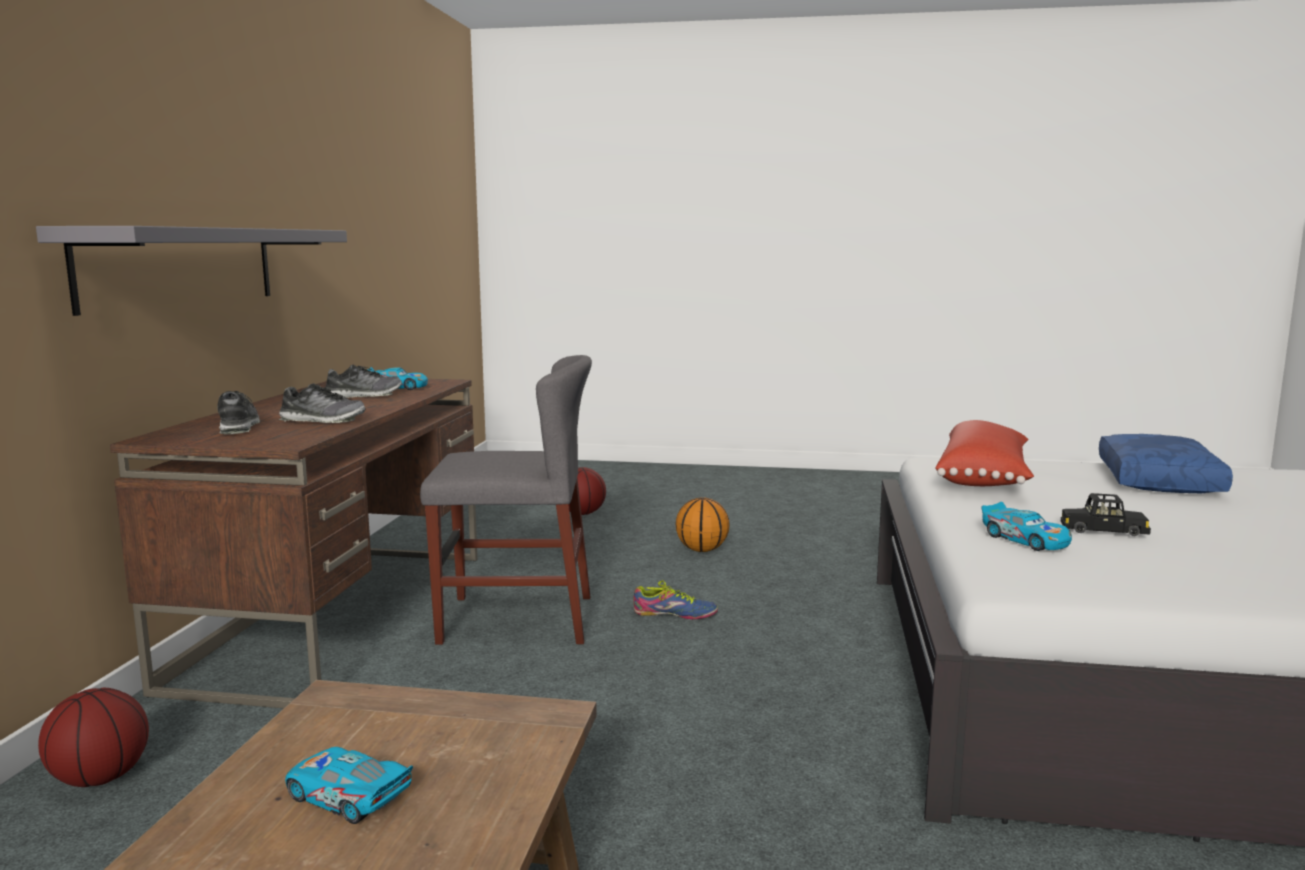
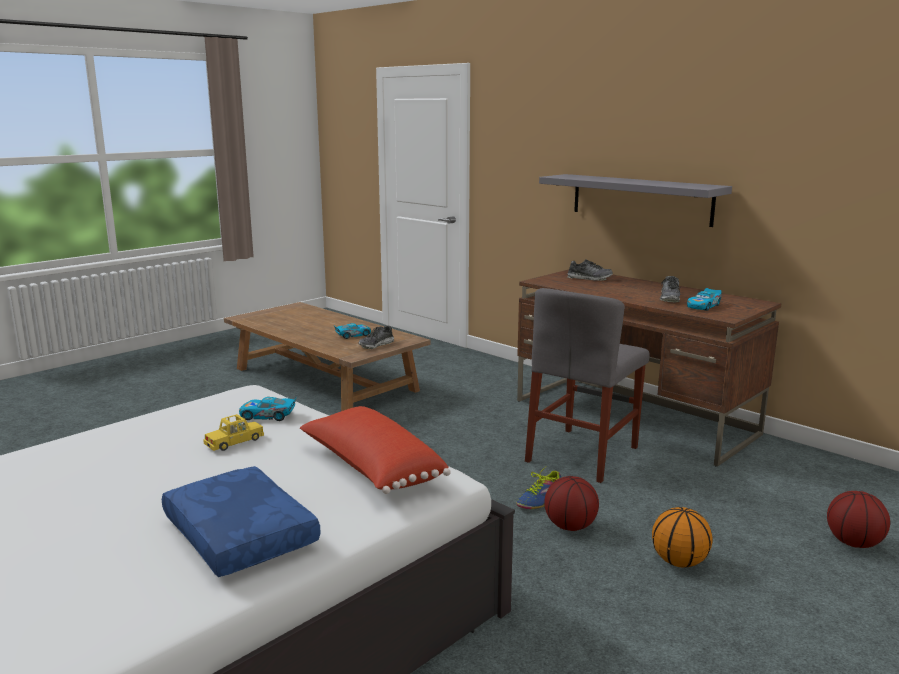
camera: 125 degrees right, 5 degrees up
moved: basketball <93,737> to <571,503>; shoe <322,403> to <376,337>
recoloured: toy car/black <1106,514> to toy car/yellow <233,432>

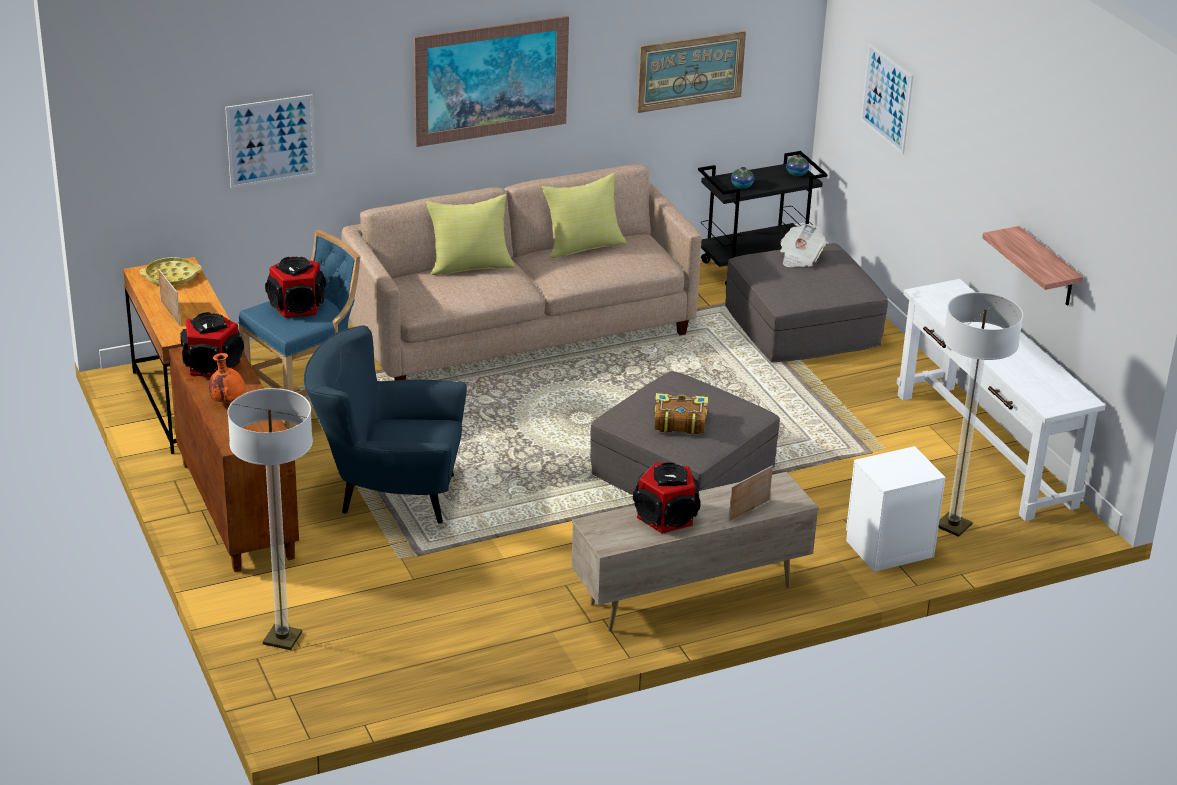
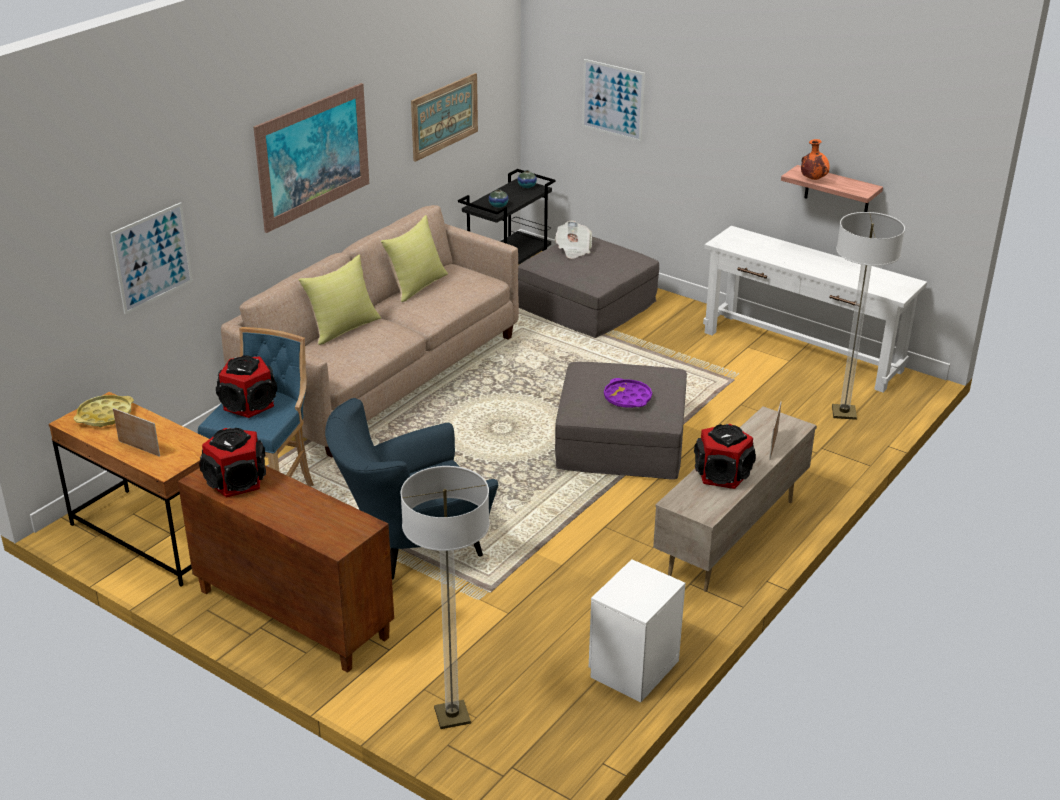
camera: 30 degrees left, 0 degrees up
moved: vase/orange <227,378> to <815,159>; nightstand/white <896,509> to <637,631>
replaced: book <681,413> to tray/purple <628,393>

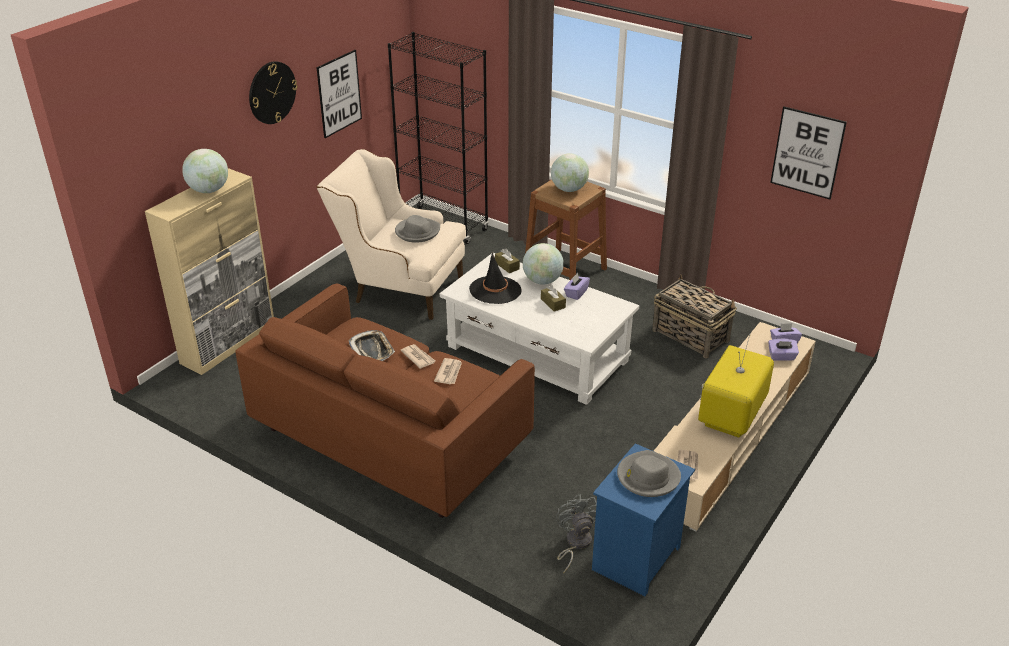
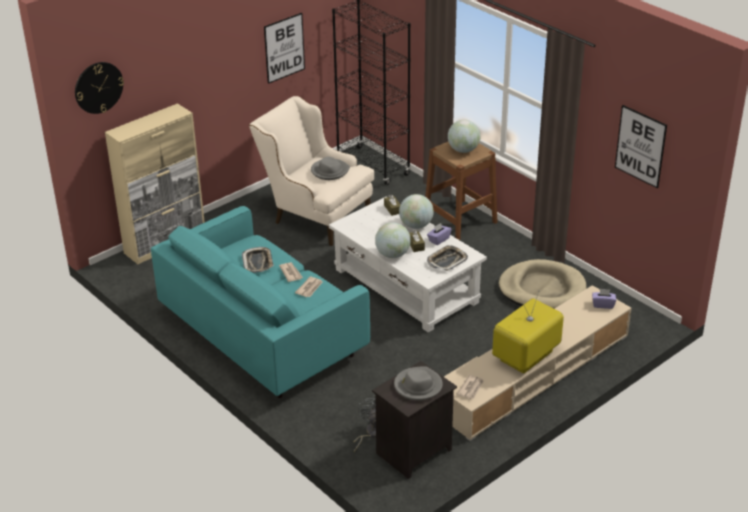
camera: 15 degrees right, 0 degrees up
removed: hat/black <495,278>; tissue box/purple <783,350>
added: tray <447,258>
moved: globe <205,171> to <393,240>; wall clock <273,92> to <99,88>
replaced: basket <694,316> to dog bed/beige <543,284>
recoloured: sofa/brown <385,400> to sofa/turquoise <260,302>; nightstand/blue <643,519> to nightstand/black <414,420>

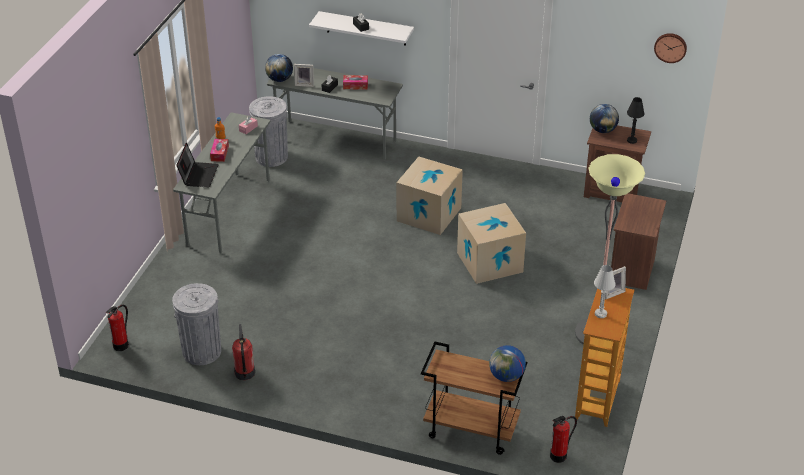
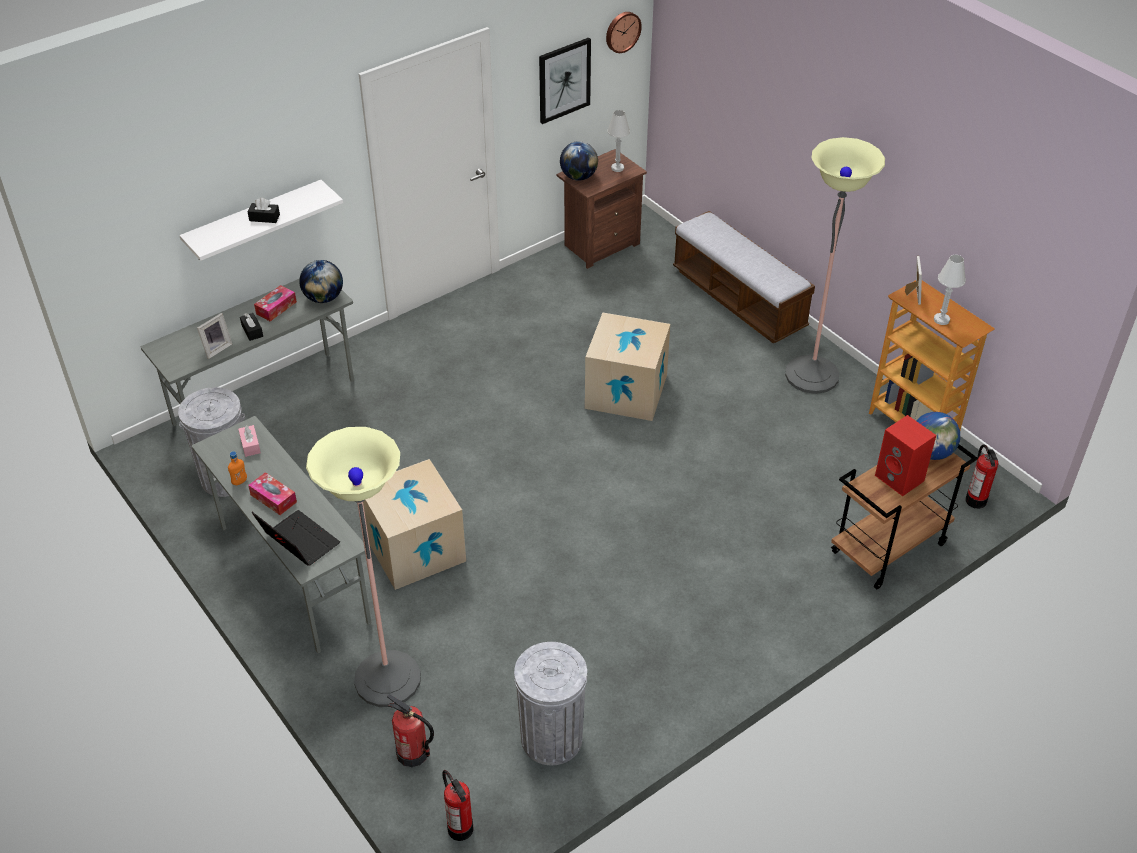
camera: 55 degrees left, 5 degrees up
added: floor lamp <363,567>; picture <565,81>; speaker/red <905,455>
moved: fire extinguisher <243,352> to <410,730>; globe <279,68> to <321,281>; cardboard box <430,196> to <414,524>
replaced: nightstand/brown <638,241> to bench <744,277>
recoloured: table lamp/black <636,120> to table lamp/white <618,141>

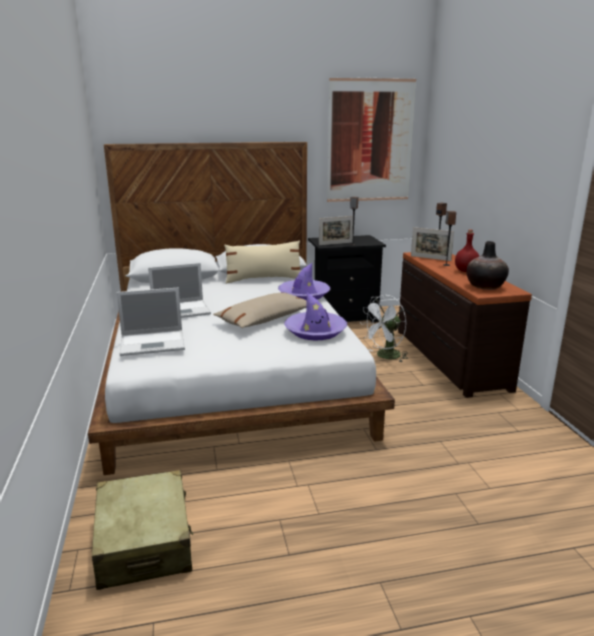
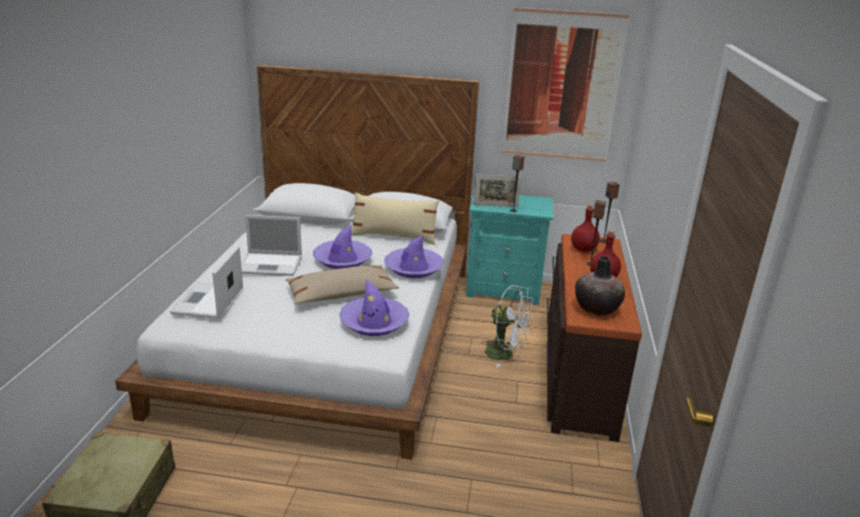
camera: 20 degrees right, 5 degrees up
added: hat/purple <342,247>
replaced: picture frame <432,244> to bottle/red <585,228>
recoloured: nightstand/black <347,279> to nightstand/turquoise <509,248>
turned: laptop <150,322> = <206,282> 90 degrees clockwise; fan/white <384,328> = <508,326> 135 degrees counterclockwise

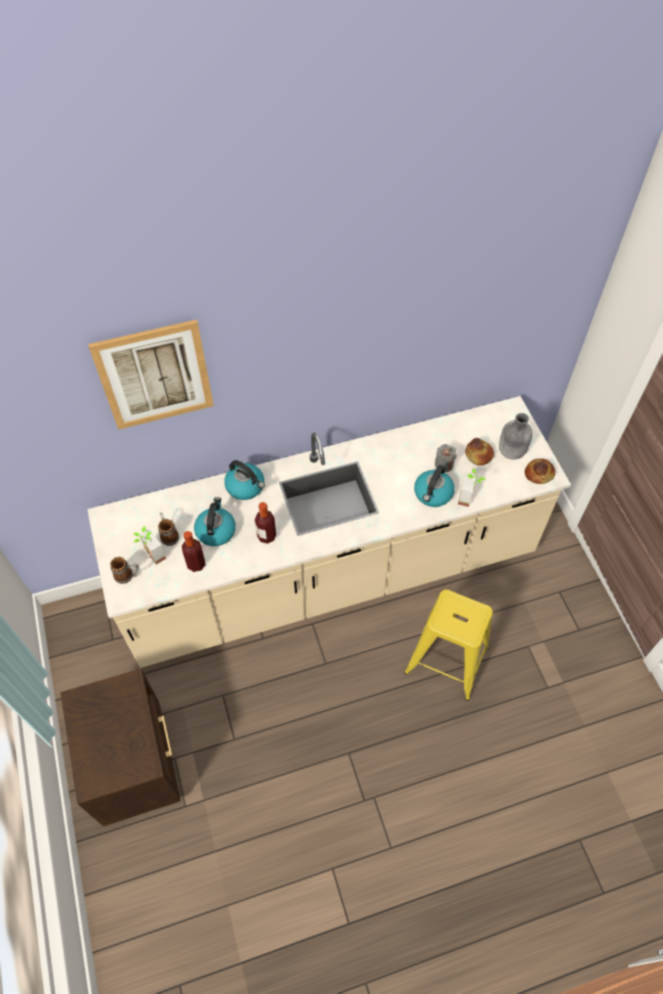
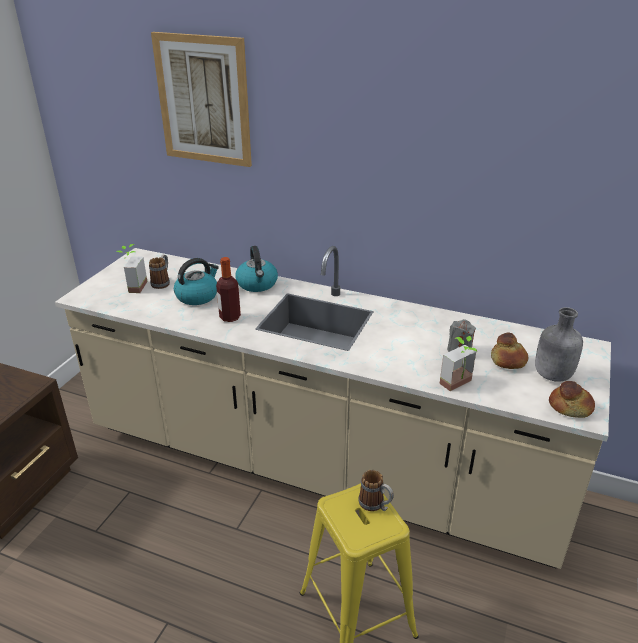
camera: 40 degrees right, 25 degrees down
removed: bottle <194,551>; kettle <434,486>
moved: mug <124,570> to <376,490>

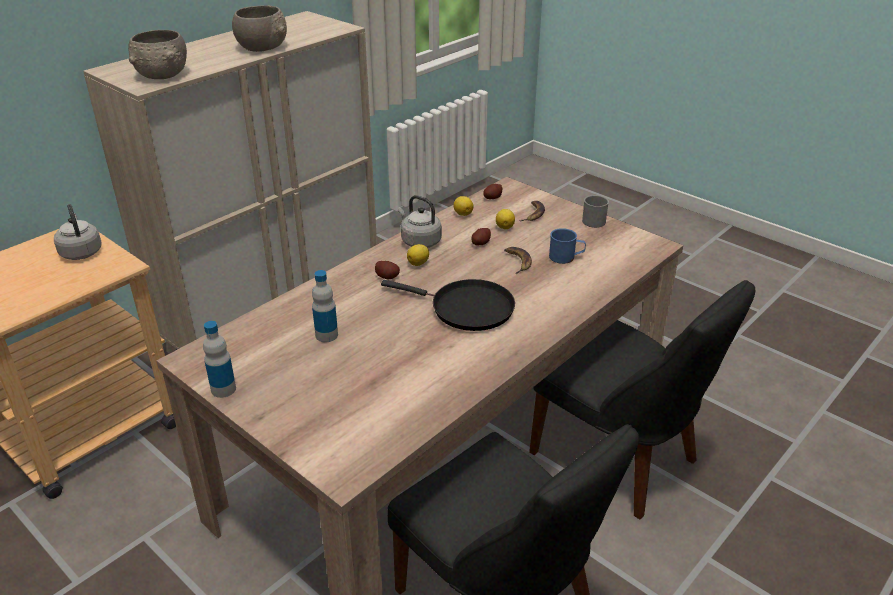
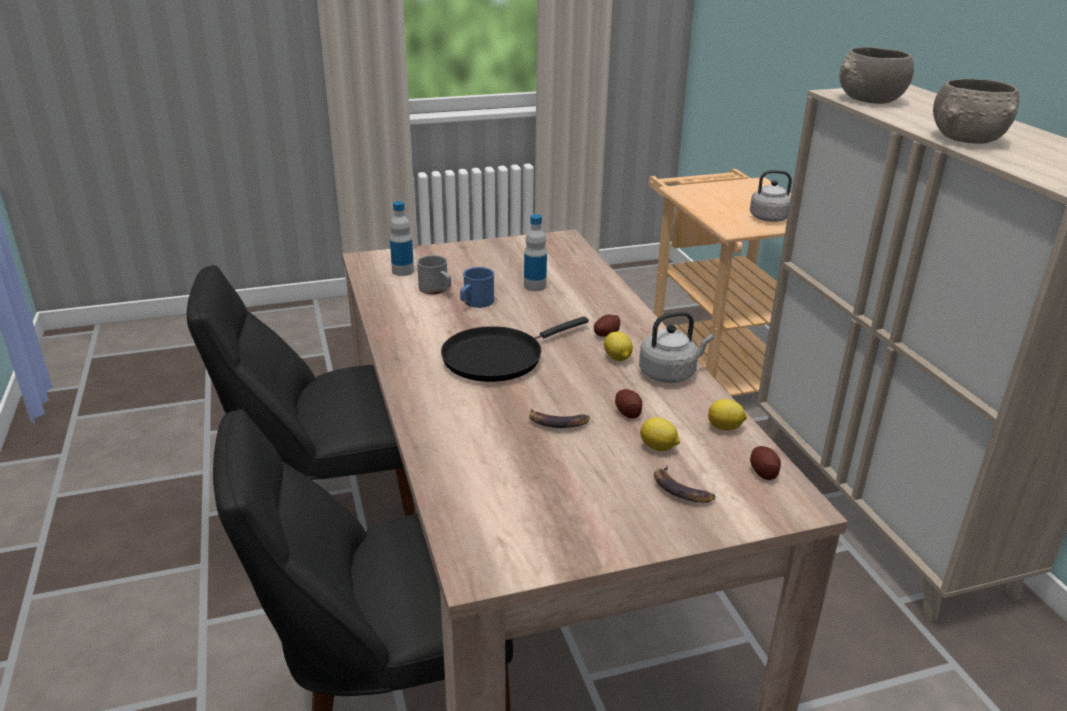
camera: 120 degrees right, 5 degrees down
moved: bottle <219,359> to <402,238>; mug/blue <567,246> to <477,287>; mug/grey <595,211> to <434,274>

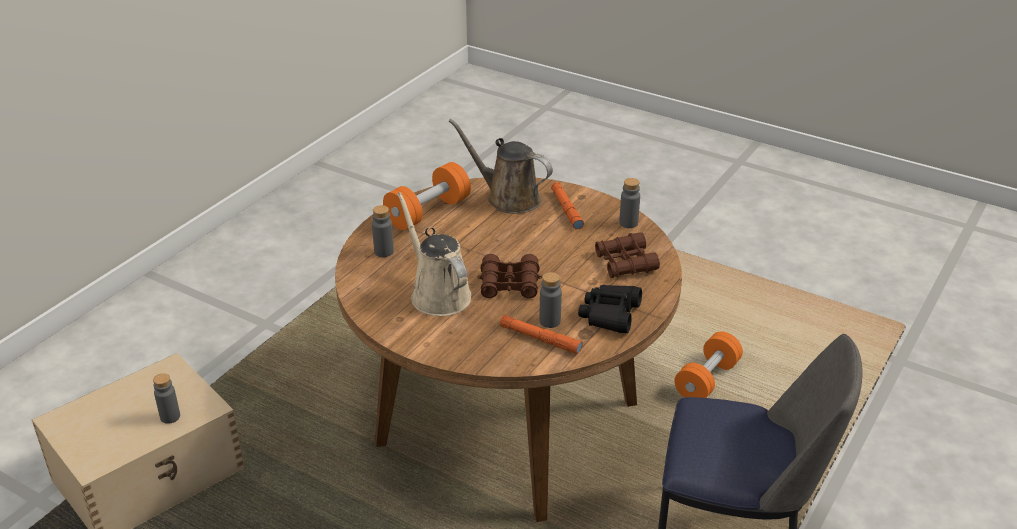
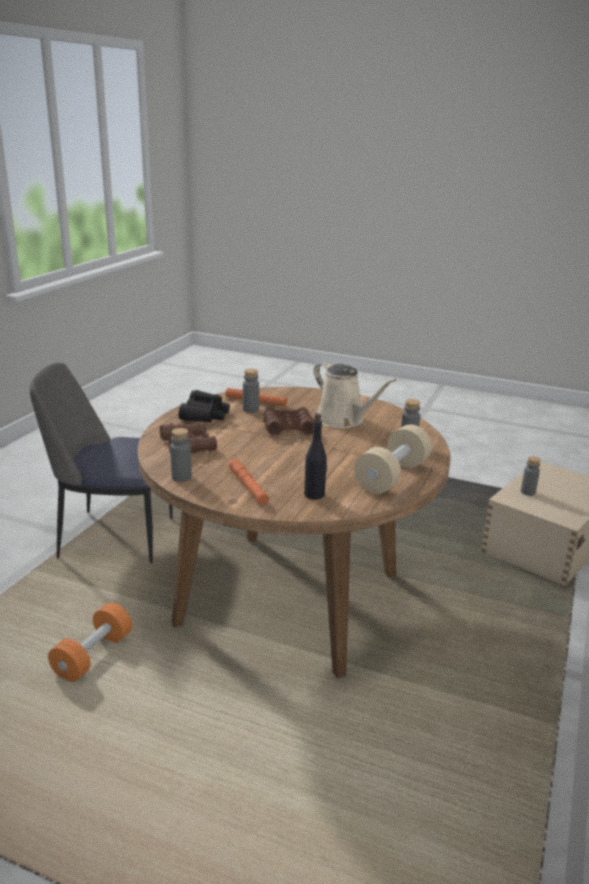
camera: 170 degrees right, 10 degrees down
replaced: watering can/brown <501,166> to bottle/black <315,456>
recoloured: dumbbell/orange <427,196> to dumbbell/beige <393,459>

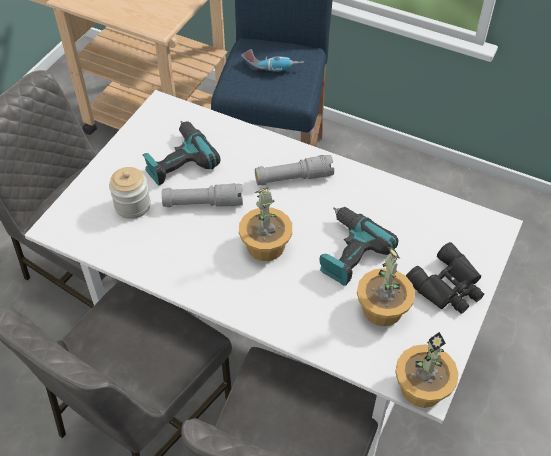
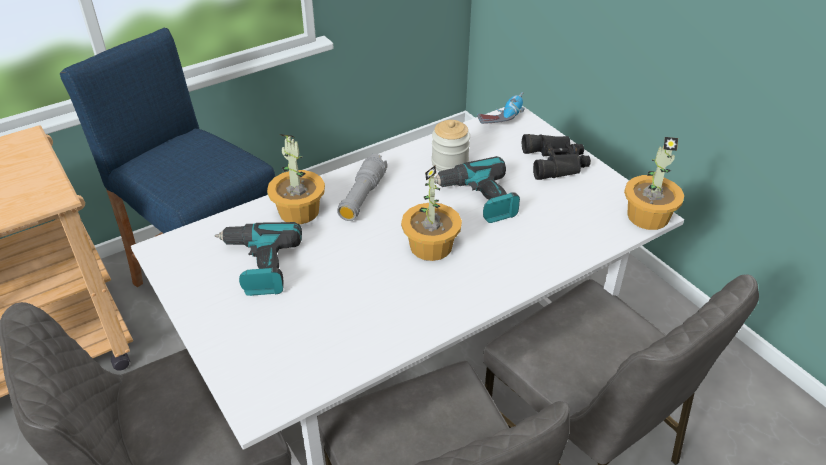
camera: 60 degrees left, 10 degrees down
removed: flashlight/grey <202,195>
moved: jar <130,193> to <450,145>; power drill <272,60> to <501,108>; potted plant <386,286> to <296,179>

